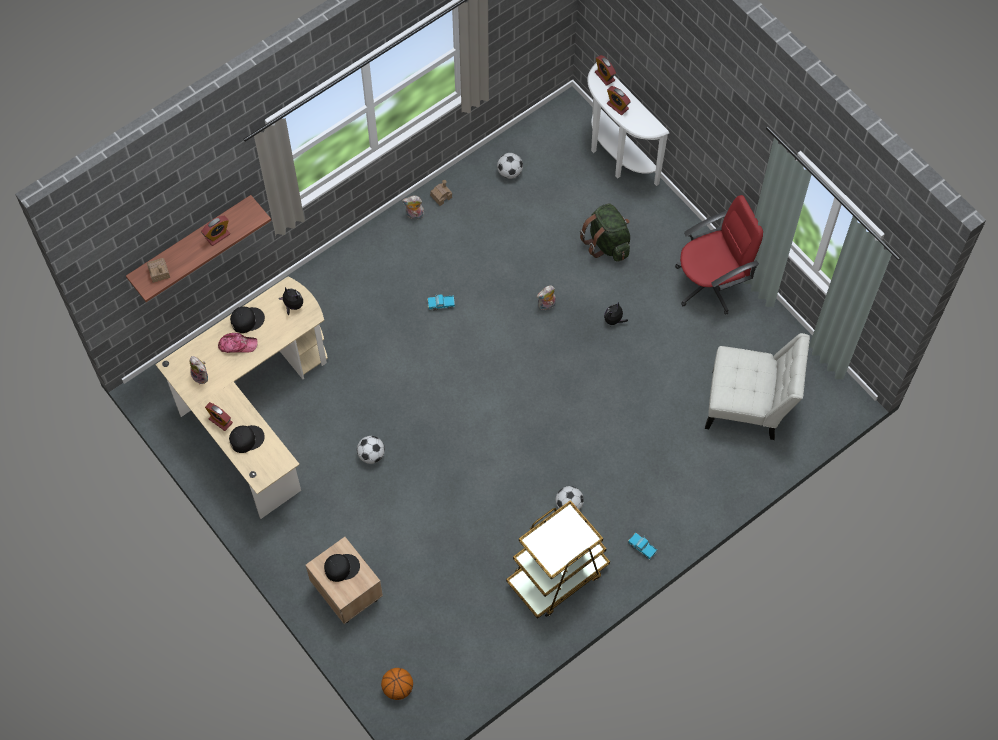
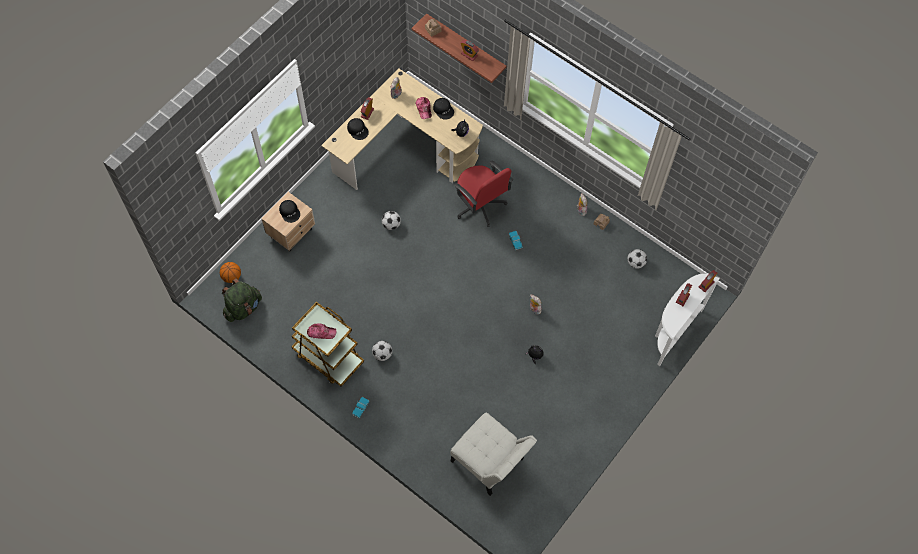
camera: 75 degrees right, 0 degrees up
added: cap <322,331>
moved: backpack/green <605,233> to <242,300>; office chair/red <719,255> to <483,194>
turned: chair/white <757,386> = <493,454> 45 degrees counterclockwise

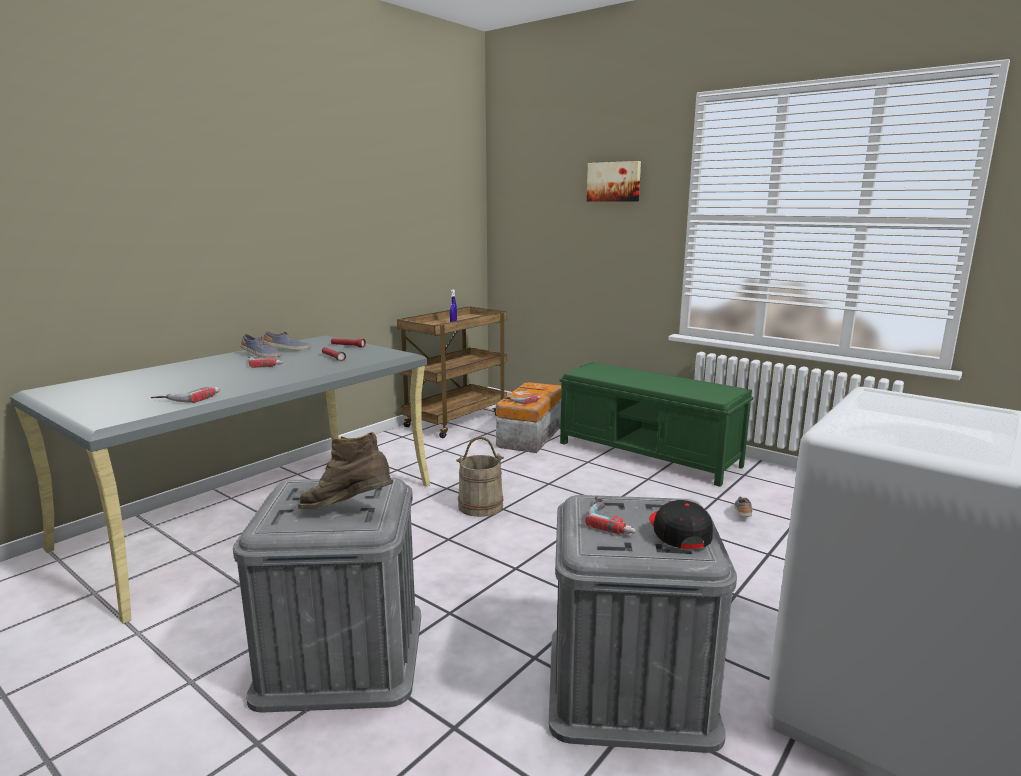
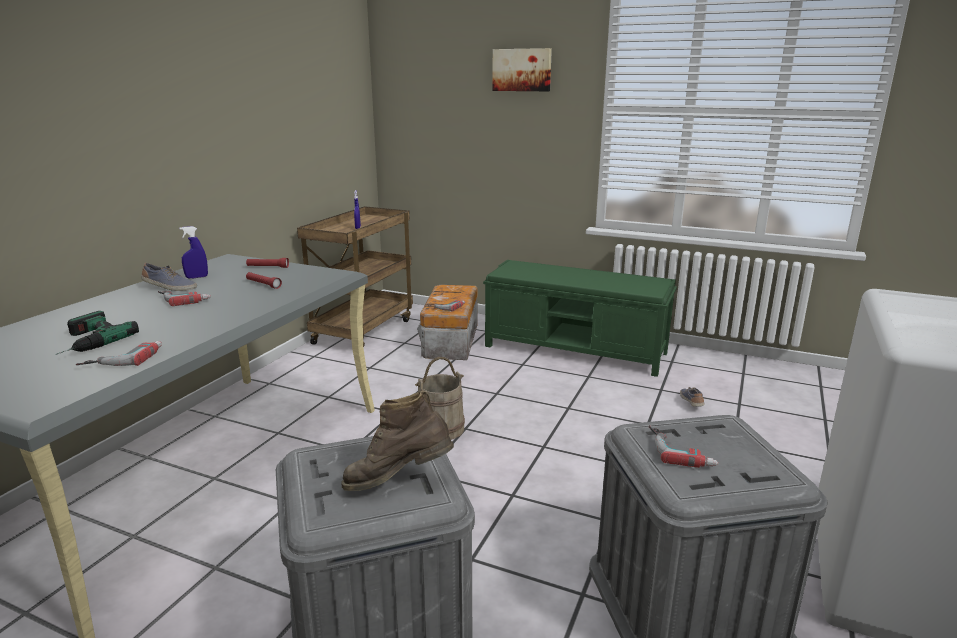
camera: 15 degrees left, 5 degrees up
removed: cap/black <681,524>
added: power drill <97,333>
replaced: shoe <287,340> to spray bottle/blue <193,252>

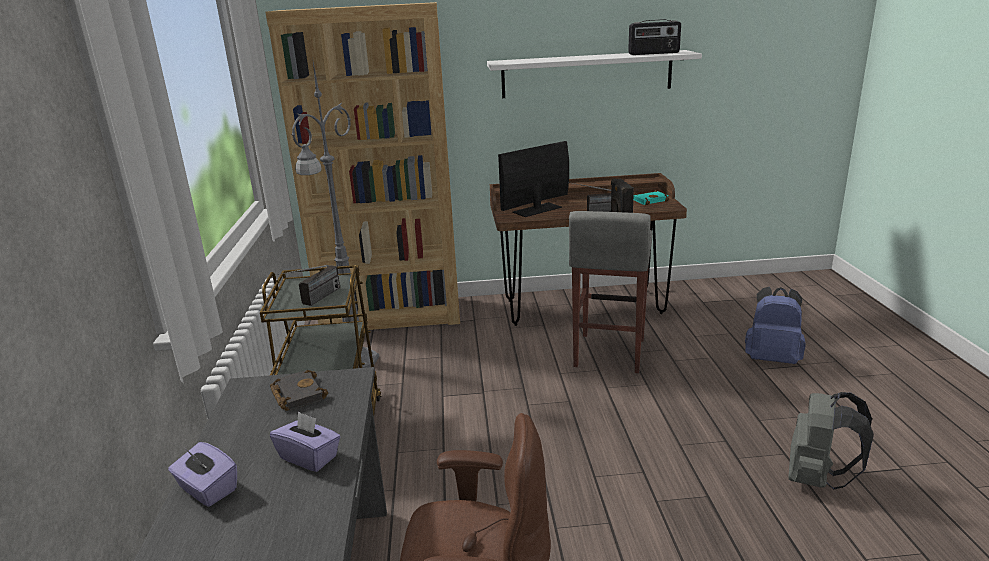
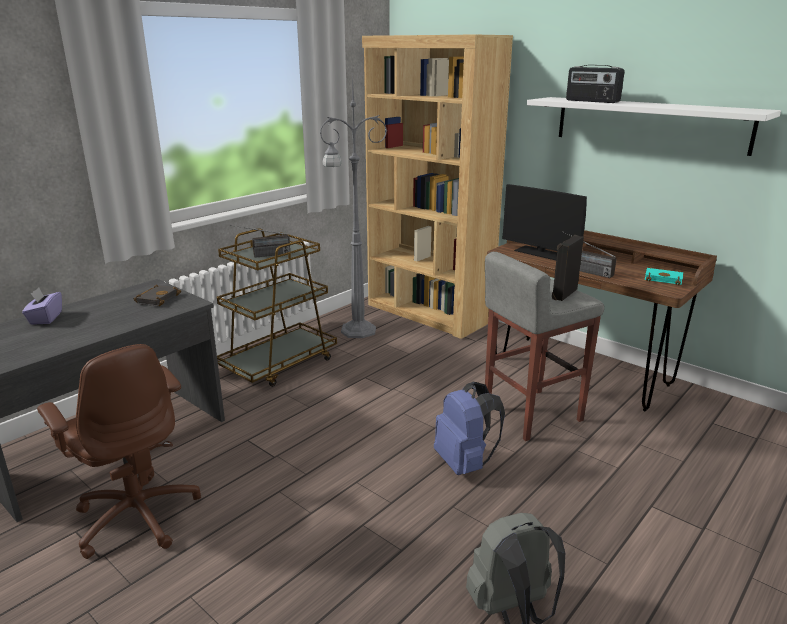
camera: 45 degrees right, 0 degrees up
removed: tissue box/purple <305,441>
moved: radio <654,37> to <595,84>; backpack/blue <775,325> to <469,428>
turned: monitor <533,179> = <544,222> 150 degrees counterclockwise

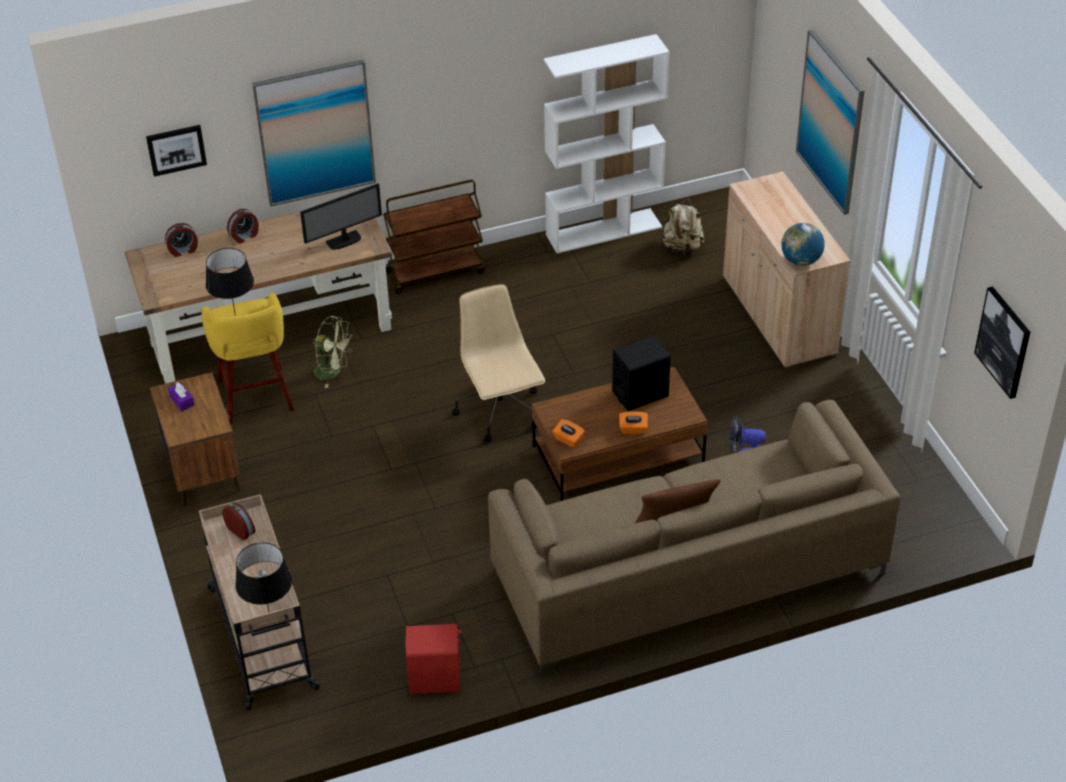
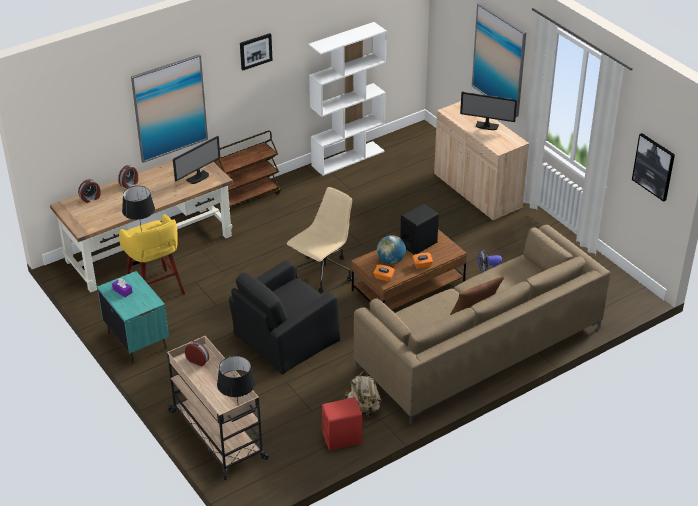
camera: 15 degrees left, 5 degrees down
removed: fan/green <331,352>
added: armchair/black <284,317>; monitor <488,111>
moved: picture <176,151> to <256,52>; backpack/beige <682,228> to <363,394>; globe <803,244> to <391,249>
recoloured: nightstand/brown <195,439> to nightstand/turquoise <133,317>
turned: office chair/beige <498,363> = <319,240> 75 degrees clockwise

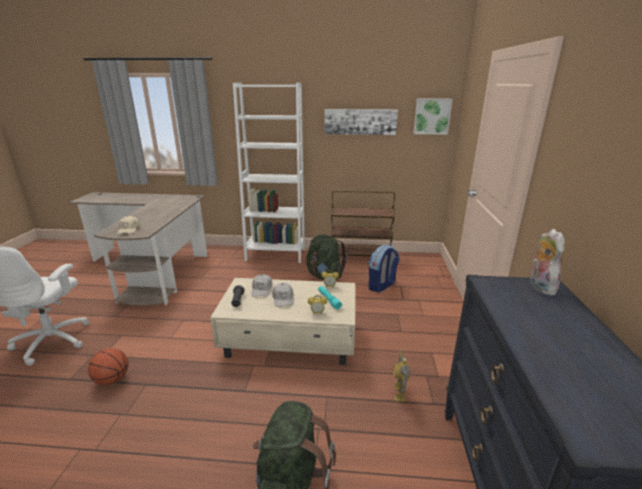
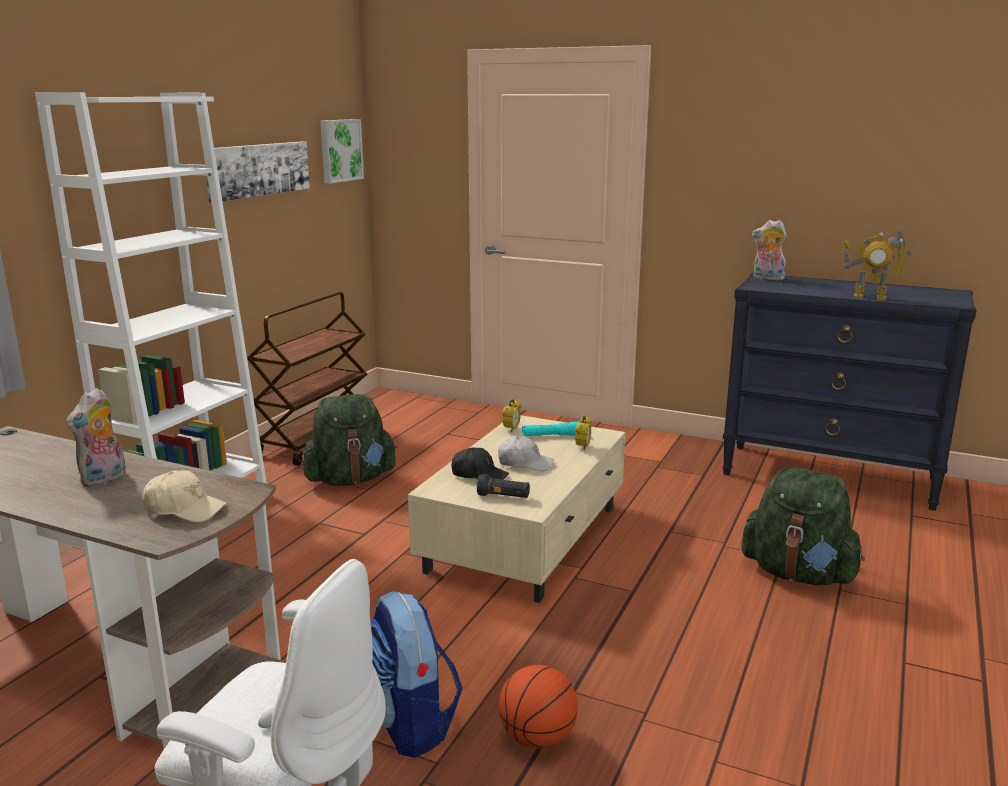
camera: 70 degrees left, 5 degrees down
added: plush toy <96,437>
moved: backpack <384,268> to <416,674>; toy robot <401,375> to <877,265>
recoloured: cap/white <262,285> to cap/black <480,463>

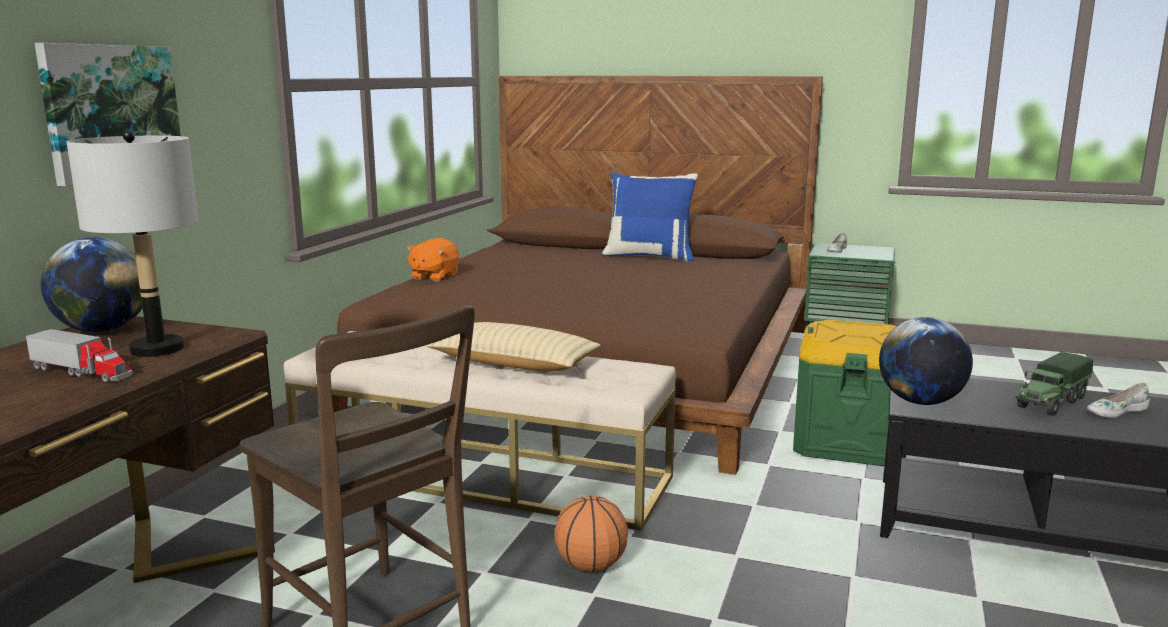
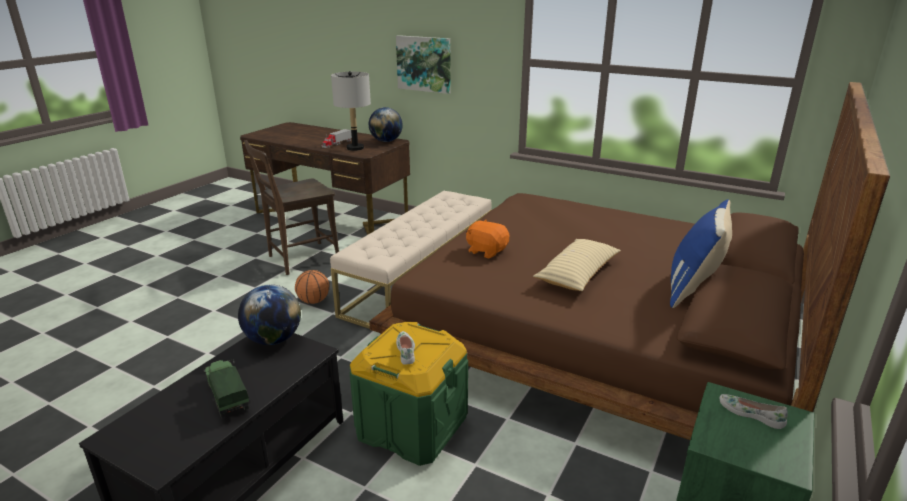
camera: 100 degrees right, 10 degrees up
moved: plush toy/orange <432,260> to <487,239>; pillow/beige <513,346> to <577,265>; shoe/white <1118,399> to <405,348>

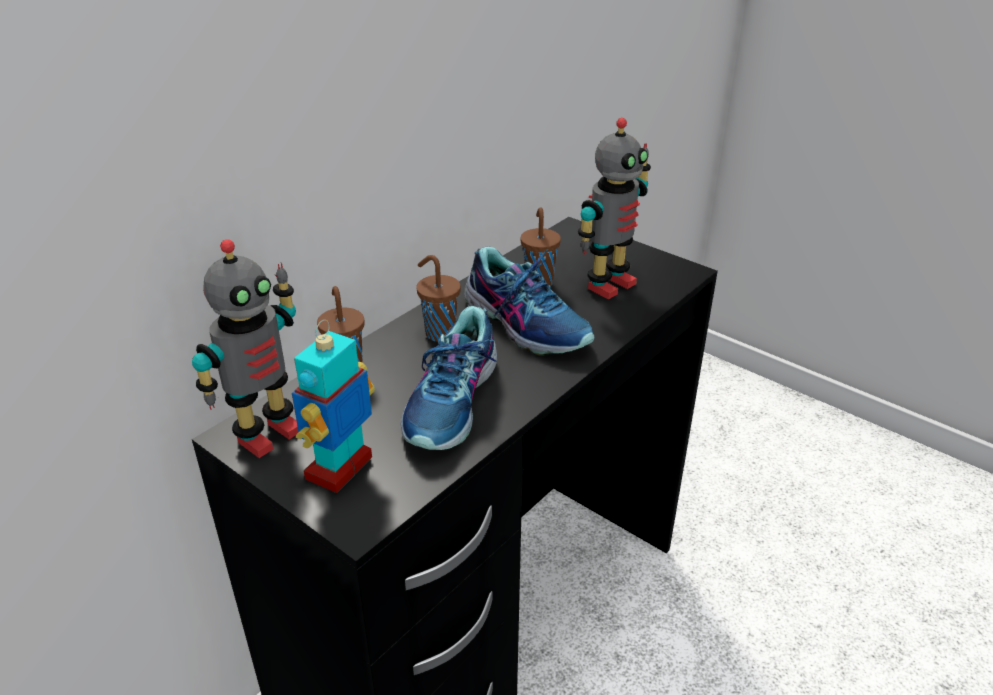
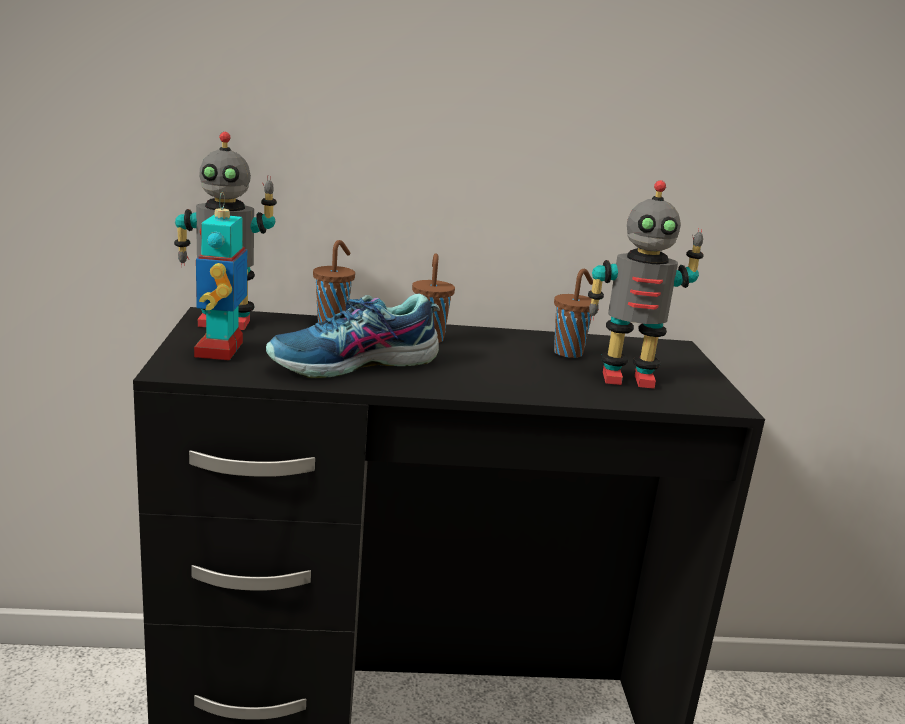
camera: 45 degrees right, 15 degrees down
removed: shoe <529,301>
turned: toy robot <333,406> = <221,276> 75 degrees counterclockwise

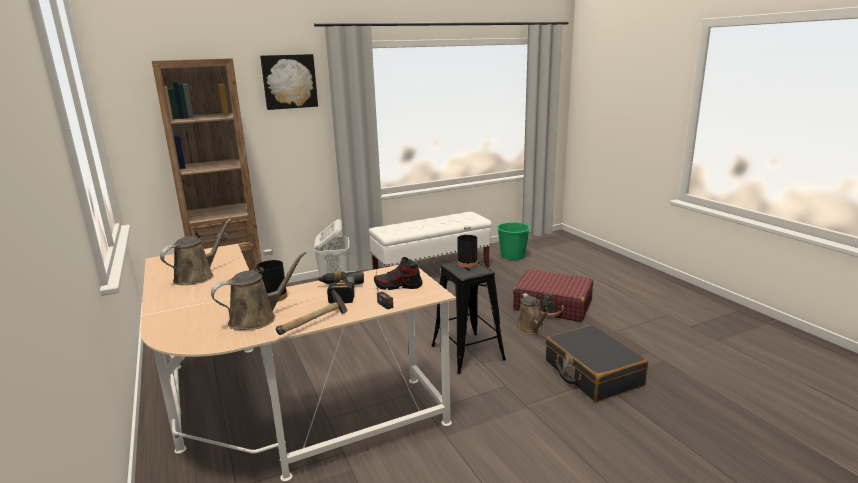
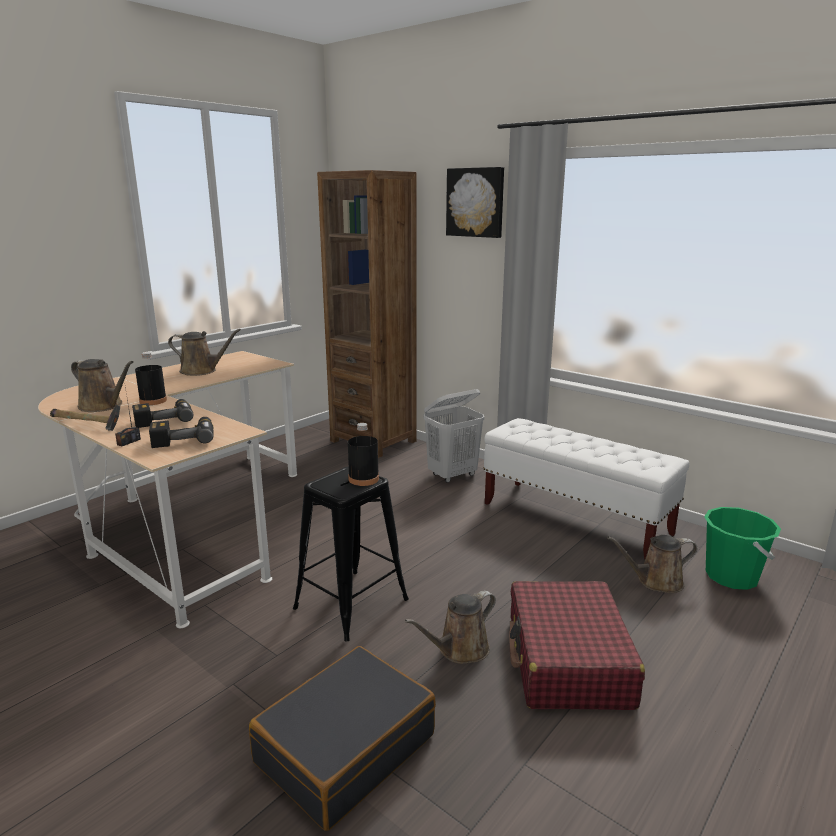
camera: 65 degrees right, 0 degrees up
added: watering can/brown <652,564>
replaced: shoe <398,273> to power drill <181,432>

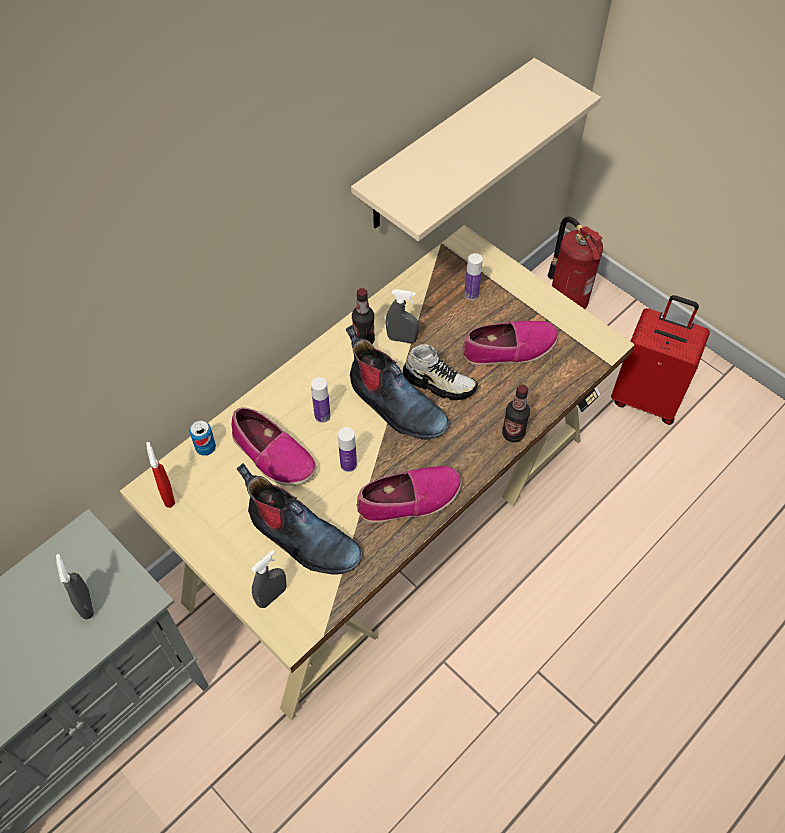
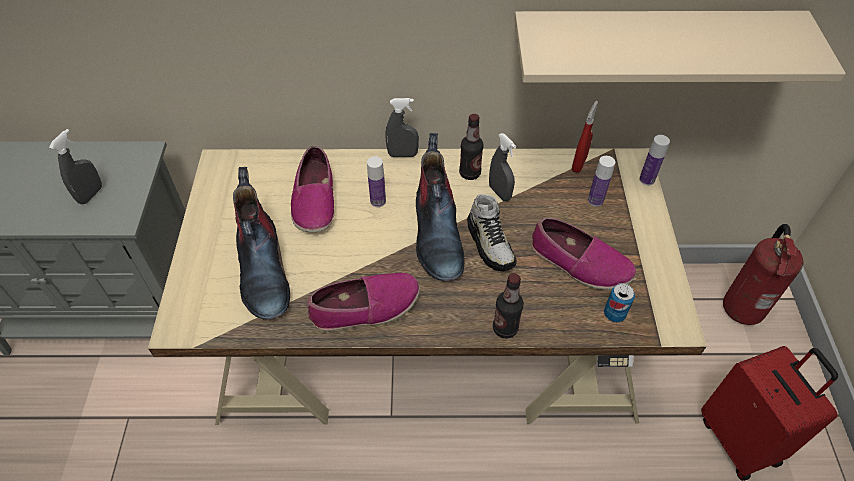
camera: 45 degrees right, 5 degrees down
moved: spray bottle/red <160,475> to <585,137>; can <203,438> to <619,302>; spray bottle/grey <268,579> to <402,127>; bottle <347,449> to <654,160>
turned: shoe <408,495> = <363,302> 45 degrees counterclockwise

